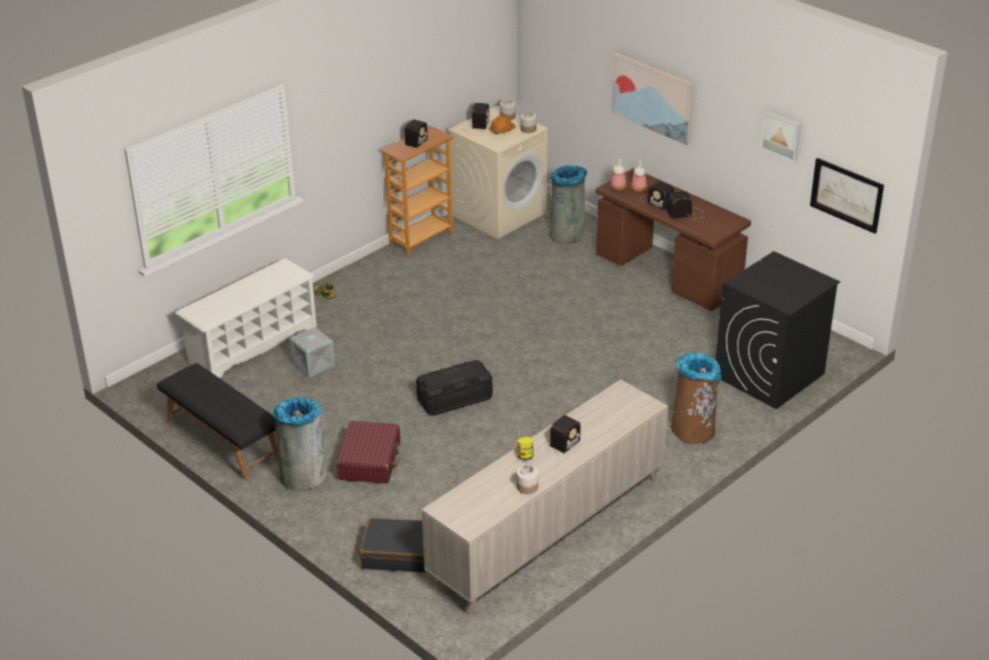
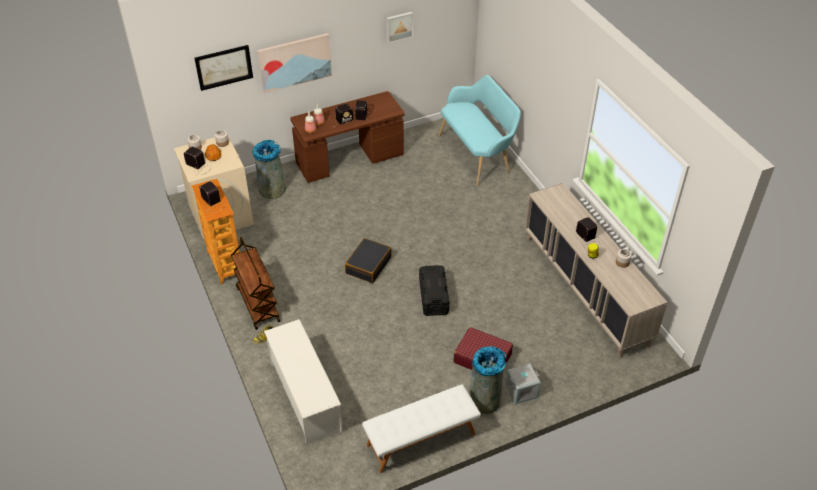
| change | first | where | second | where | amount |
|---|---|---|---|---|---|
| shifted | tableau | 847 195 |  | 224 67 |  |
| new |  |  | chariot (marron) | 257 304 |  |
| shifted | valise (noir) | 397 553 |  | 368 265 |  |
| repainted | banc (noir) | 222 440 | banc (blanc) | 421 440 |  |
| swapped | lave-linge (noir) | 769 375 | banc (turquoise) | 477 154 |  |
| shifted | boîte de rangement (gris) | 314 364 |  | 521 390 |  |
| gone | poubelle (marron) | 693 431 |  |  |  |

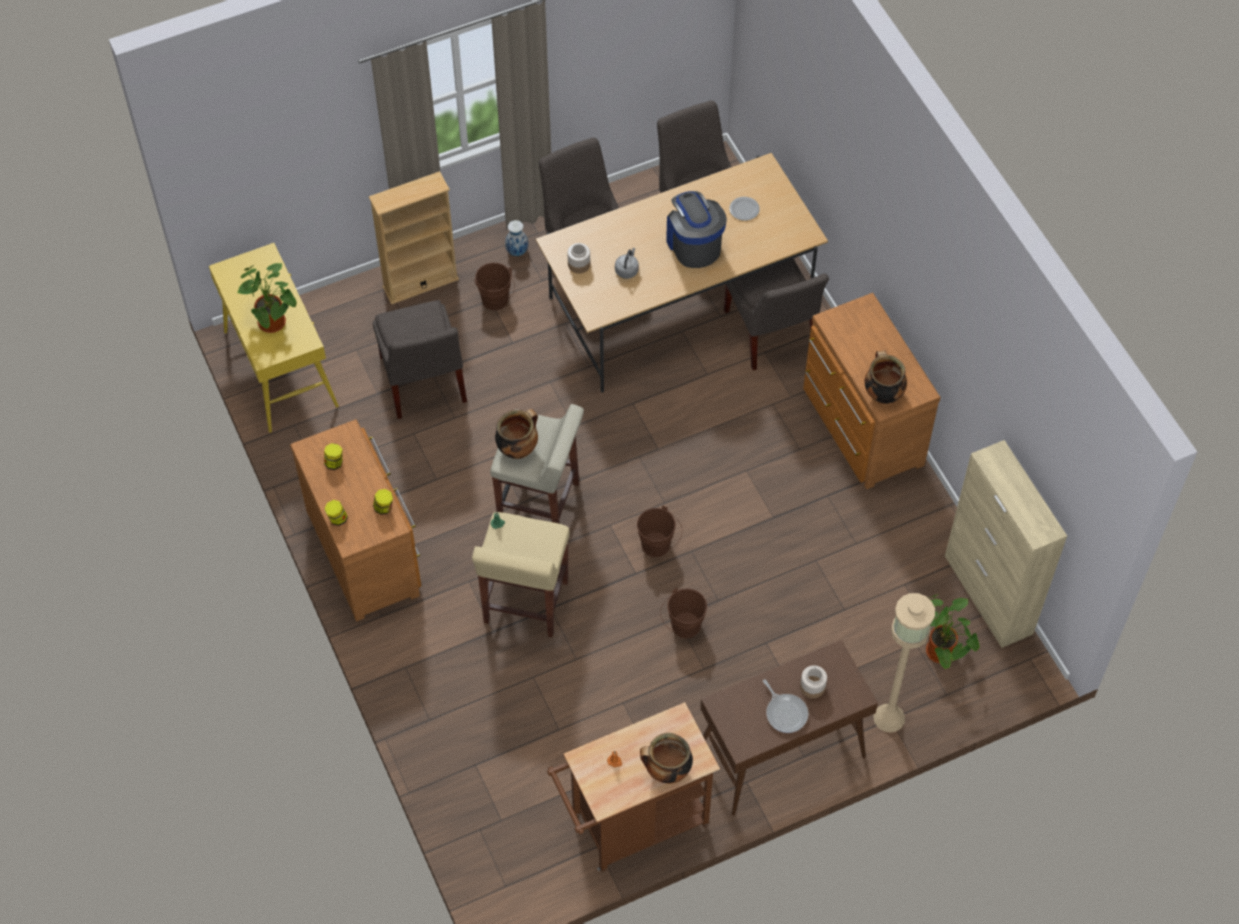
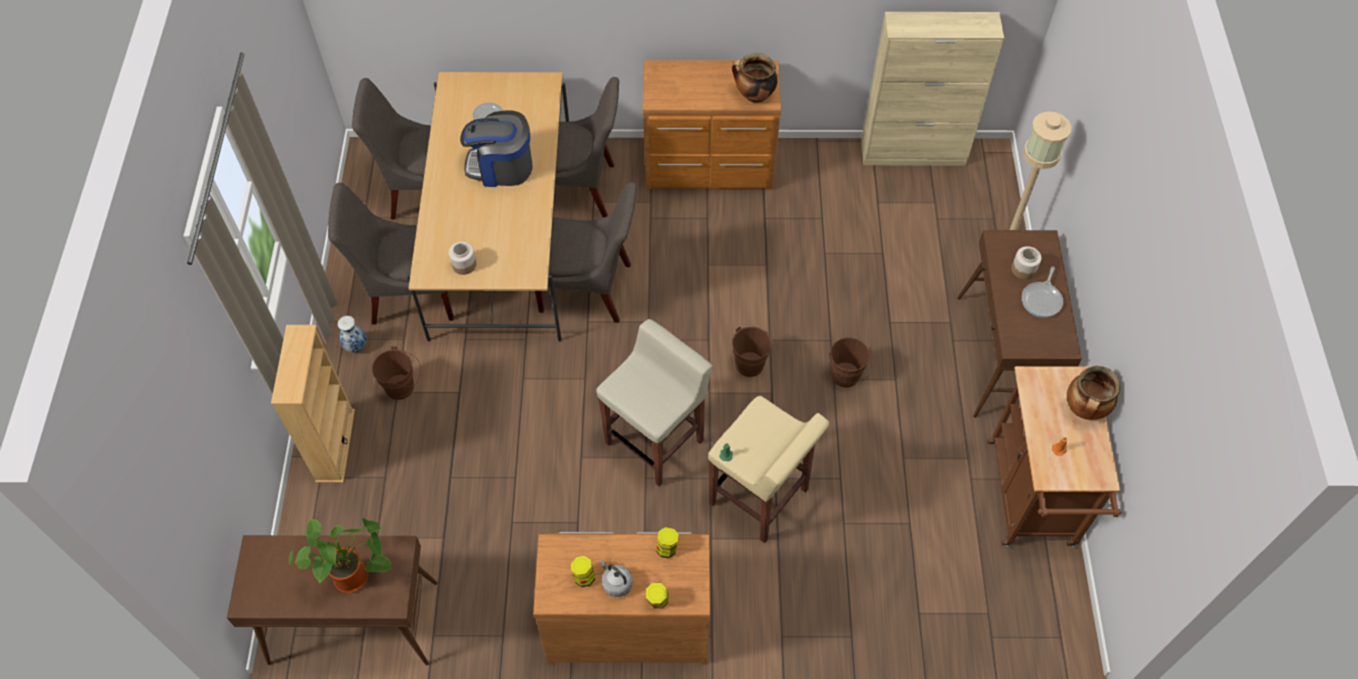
| change | first | where | second | where | amount |
|---|---|---|---|---|---|
| repainted | table console (jaune) | 280 368 | table console (marron) | 353 623 |  |
| shifted | chaise (gris) | 423 383 |  | 590 289 |  |
| shifted | bouilloire (gris) | 627 270 |  | 616 583 |  |
| rotated | poêle | 785 712 |  | 1042 300 | 120 degrees clockwise |
| gone | marmite | 518 448 |  |  |  |
| gone | plante en pot | 942 654 |  |  |  |

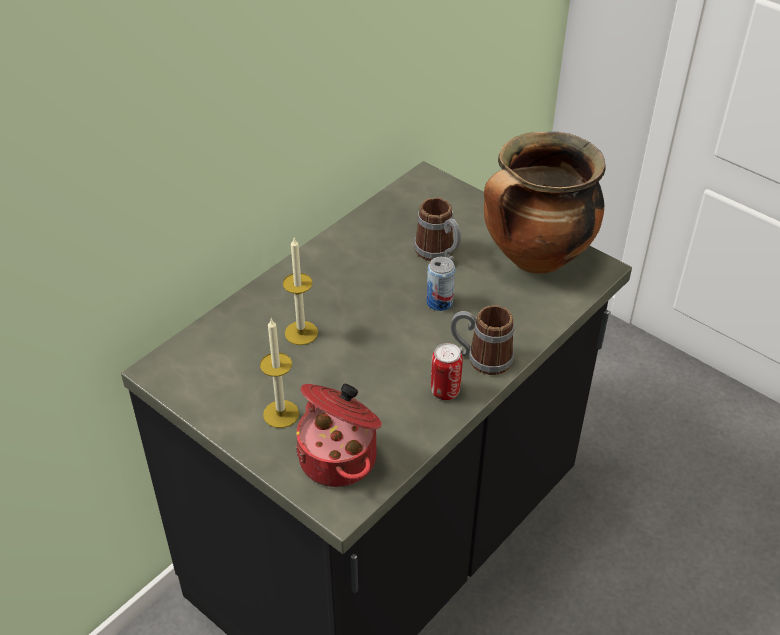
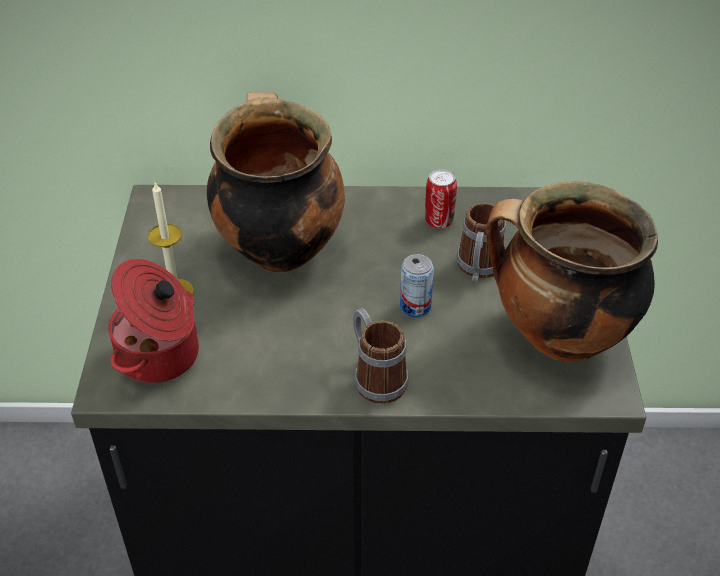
| change | first | where | second | where | amount |
|---|---|---|---|---|---|
| swapped | bougie | 301 333 | marmite | 278 247 |  |
| shifted | boîte métallique | 445 391 |  | 439 221 |  |

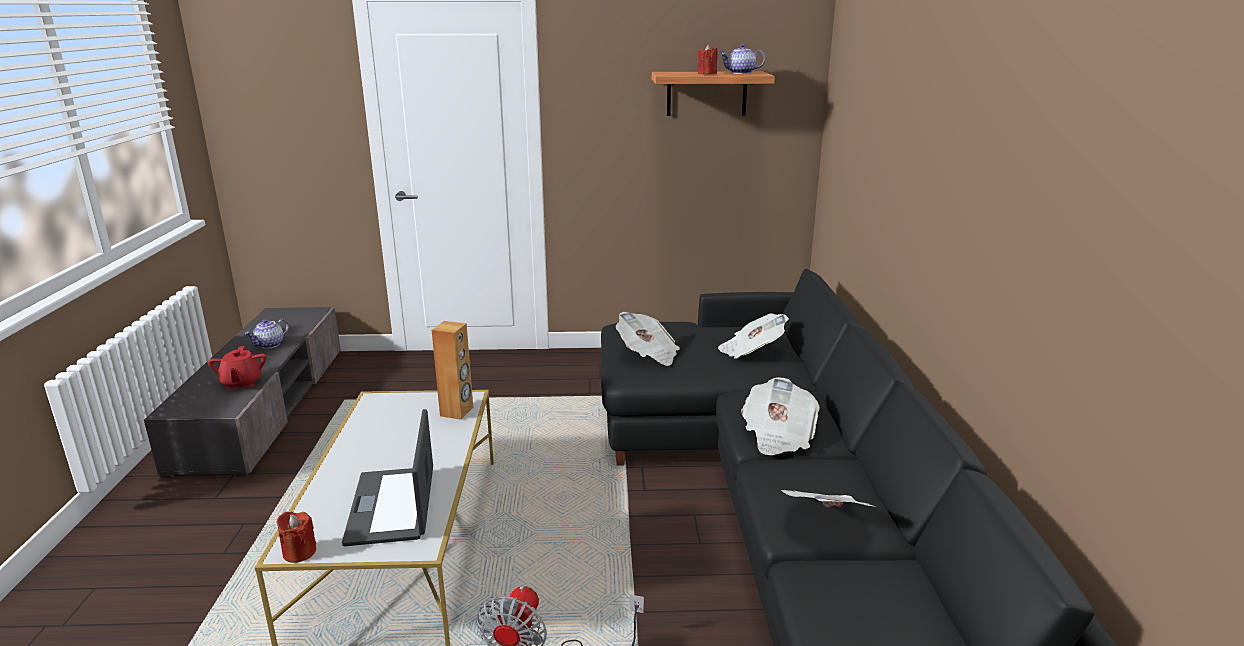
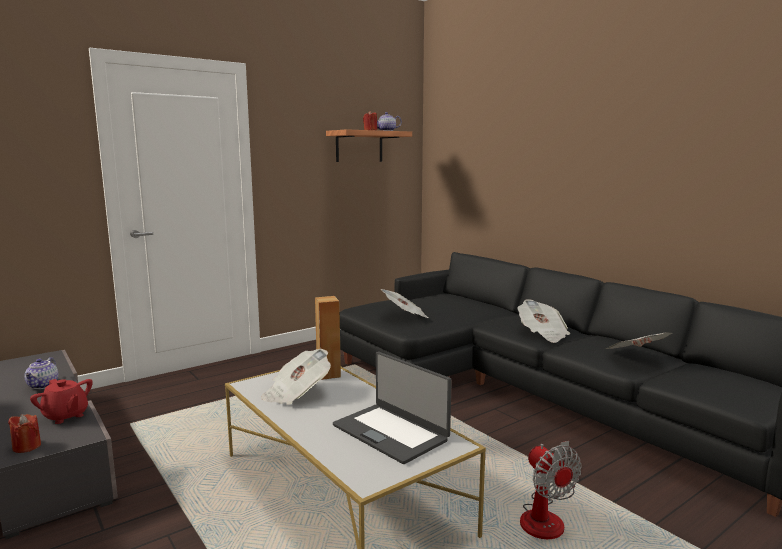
| change | first | where | second | where | amount |
|---|---|---|---|---|---|
| shifted | bougie (rouge) | 299 552 |  | 27 446 |  |
| shifted | journal | 751 351 |  | 296 394 |  |

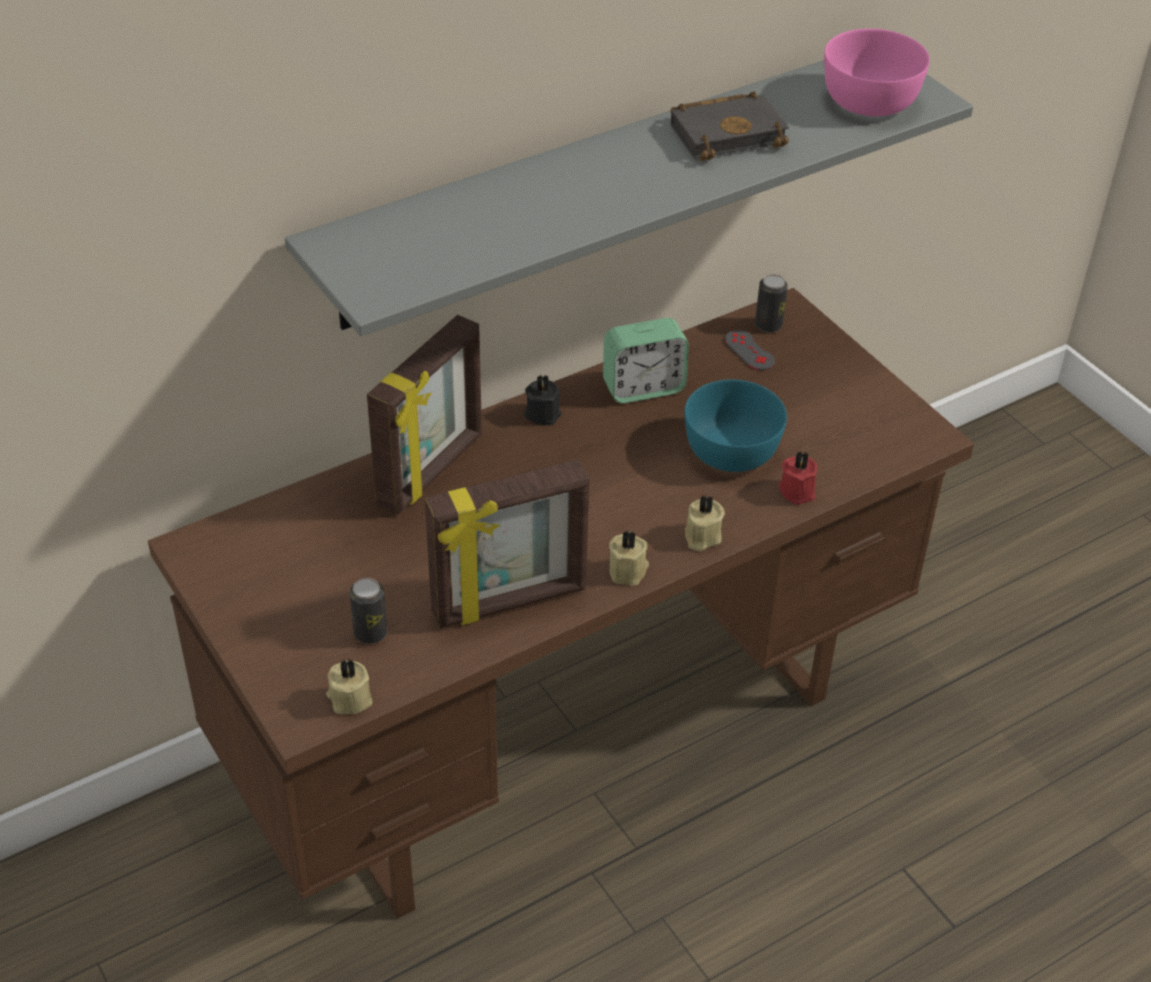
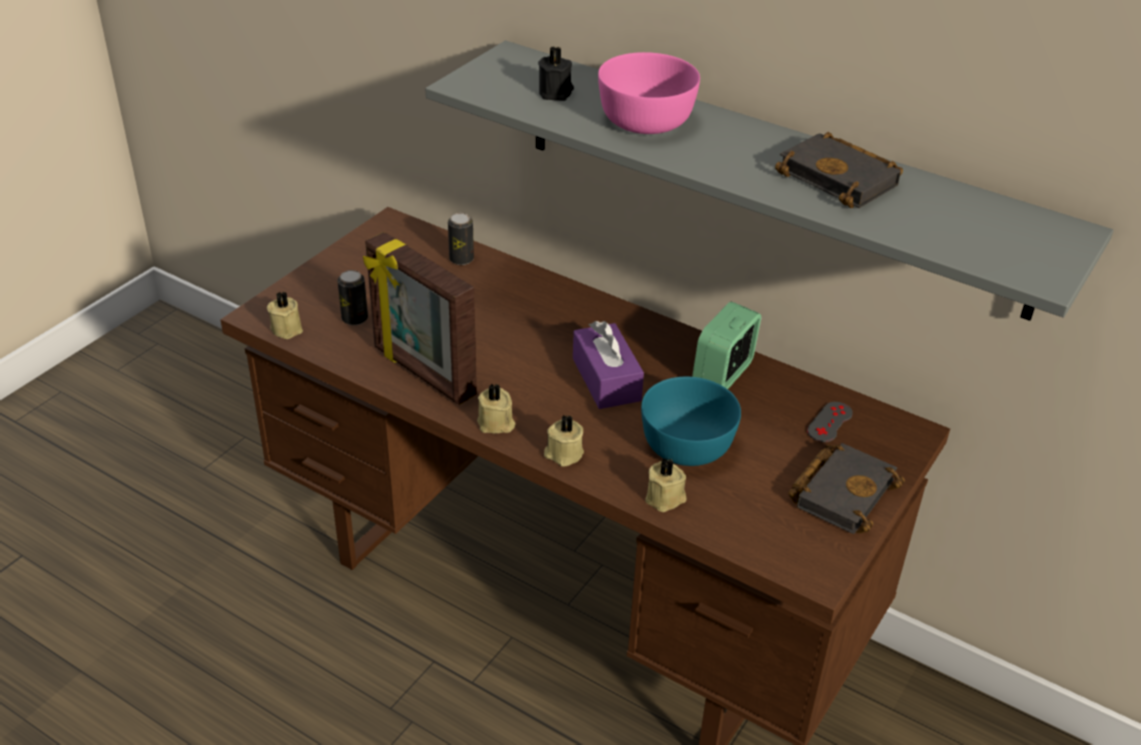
| change | first | where | second | where | amount |
|---|---|---|---|---|---|
| shifted | boîte métallique | 768 325 |  | 461 259 |  |
| shifted | bougie (noir) | 542 413 |  | 556 92 |  |
| new |  |  | boîte à mouchoirs (violet) | 606 379 |  |
| shifted | bol (rose) | 868 100 |  | 644 119 |  |
| repainted | bougie (rouge) | 798 490 | bougie (beige) | 666 498 |  |
| rotated | réveil | 643 388 |  | 723 374 | 75 degrees clockwise |
| new |  |  | livre (noir) | 842 491 |  |
| gone | cadre photo | 432 471 |  |  |  |

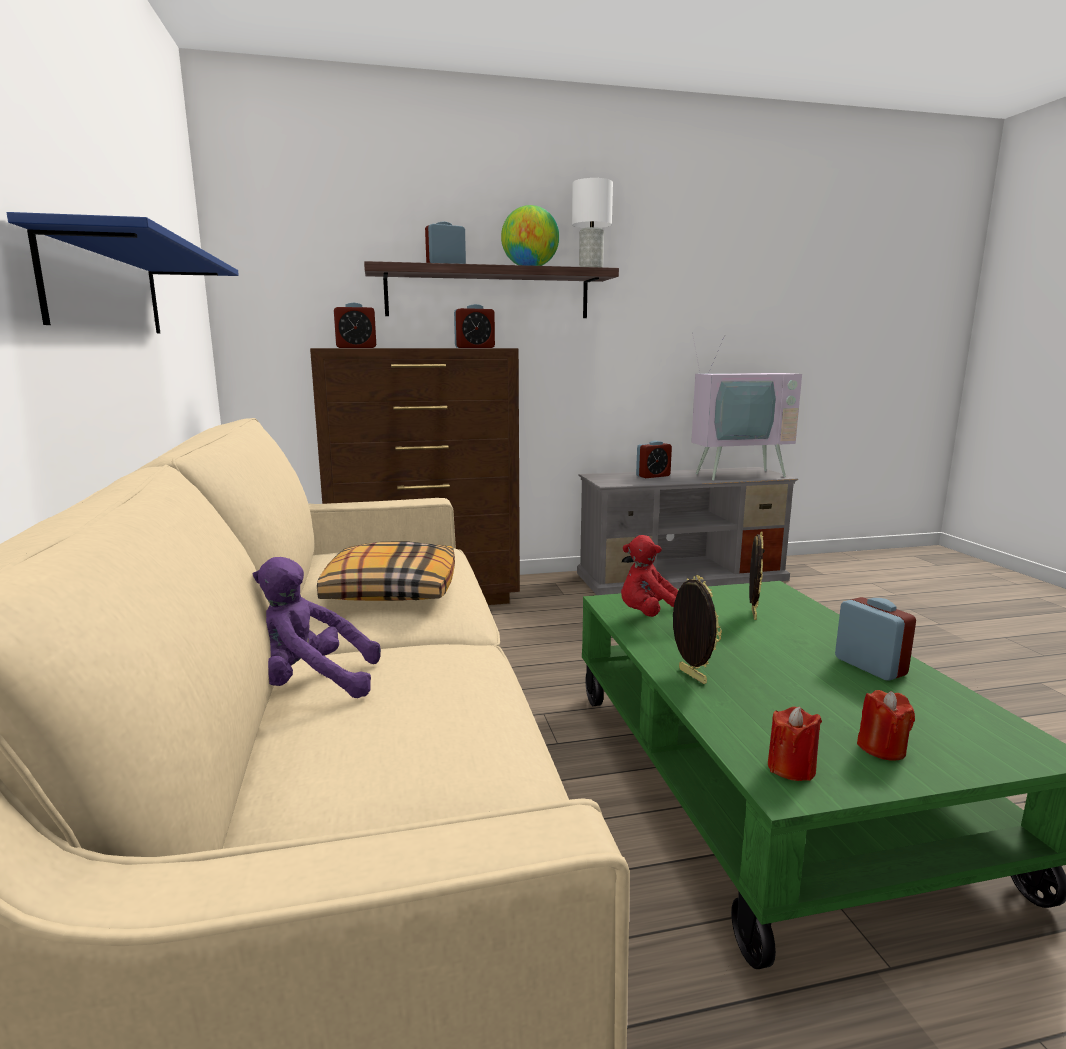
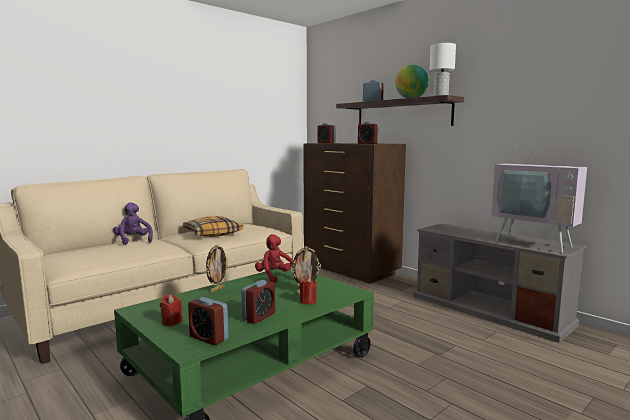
| change | first | where | second | where | amount |
|---|---|---|---|---|---|
| shifted | réveil | 653 476 |  | 209 338 |  |
| shifted | bougie (rouge) | 791 768 |  | 308 301 |  |
| gone | étagère (bleu) | 106 289 |  |  |  |

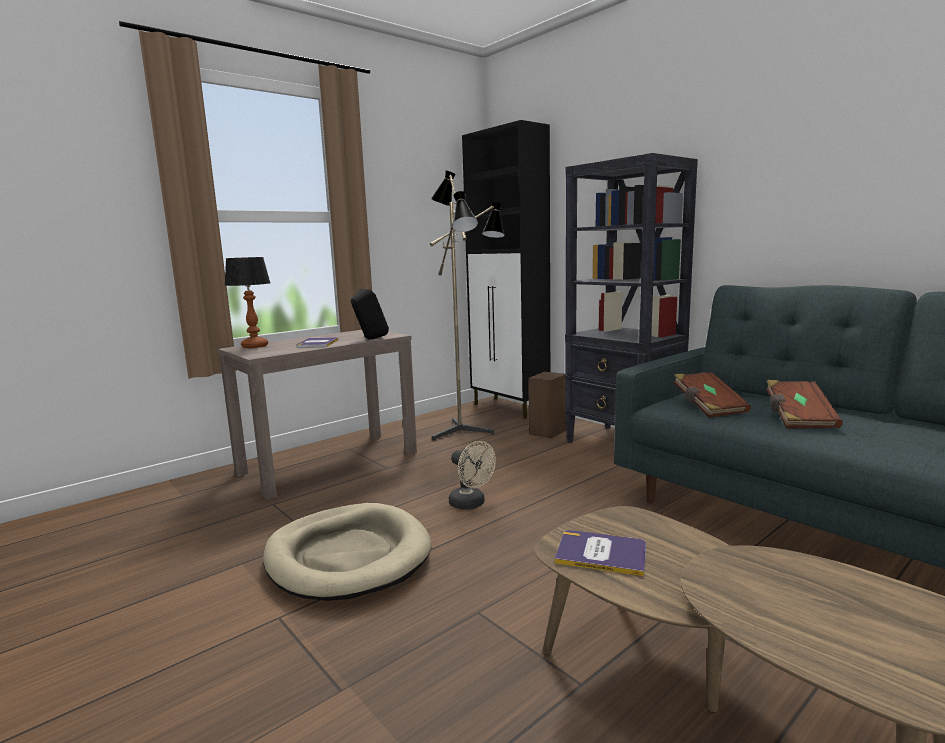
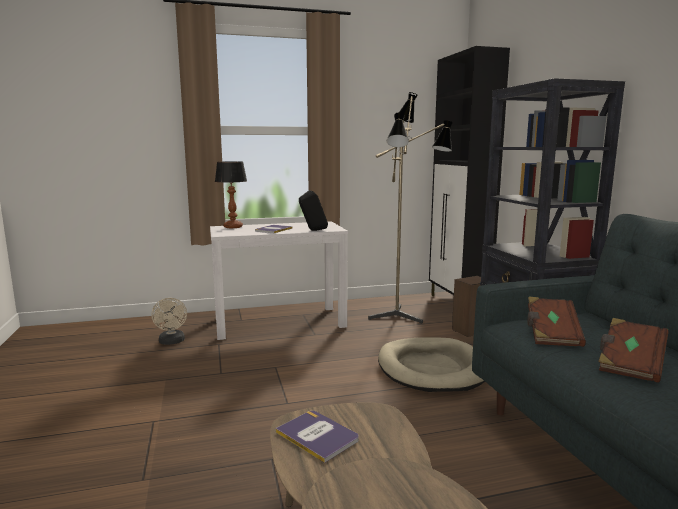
| change | first | where | second | where | amount |
|---|---|---|---|---|---|
| shifted | ventilateur (beige) | 471 504 |  | 172 342 |  |
| repainted | table console (marron) | 329 463 | table console (blanc) | 280 322 |  |
| shifted | panier pour chien (beige) | 348 556 |  | 431 368 |  |

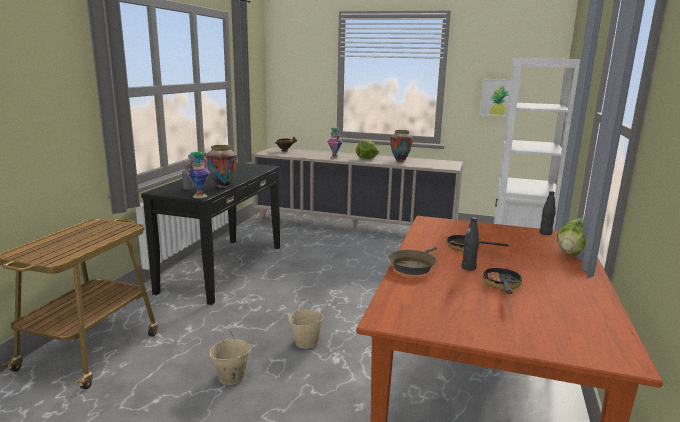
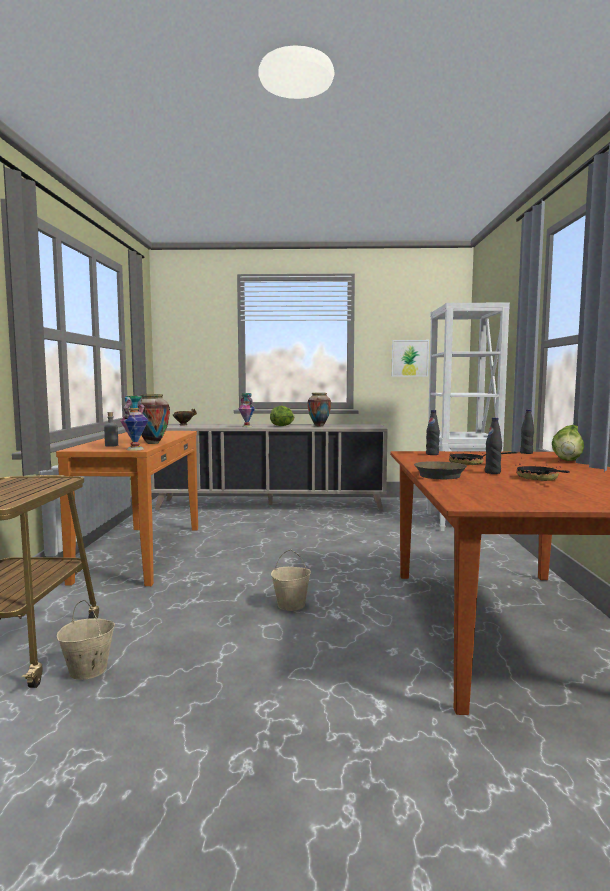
| change | first | where | second | where | amount |
|---|---|---|---|---|---|
| repainted | table console (noir) | 223 268 | table console (orange) | 141 552 |  |
| shifted | seau (beige) | 231 377 |  | 87 671 |  |
| new |  |  | bouteille (noir) | 432 454 |  |

